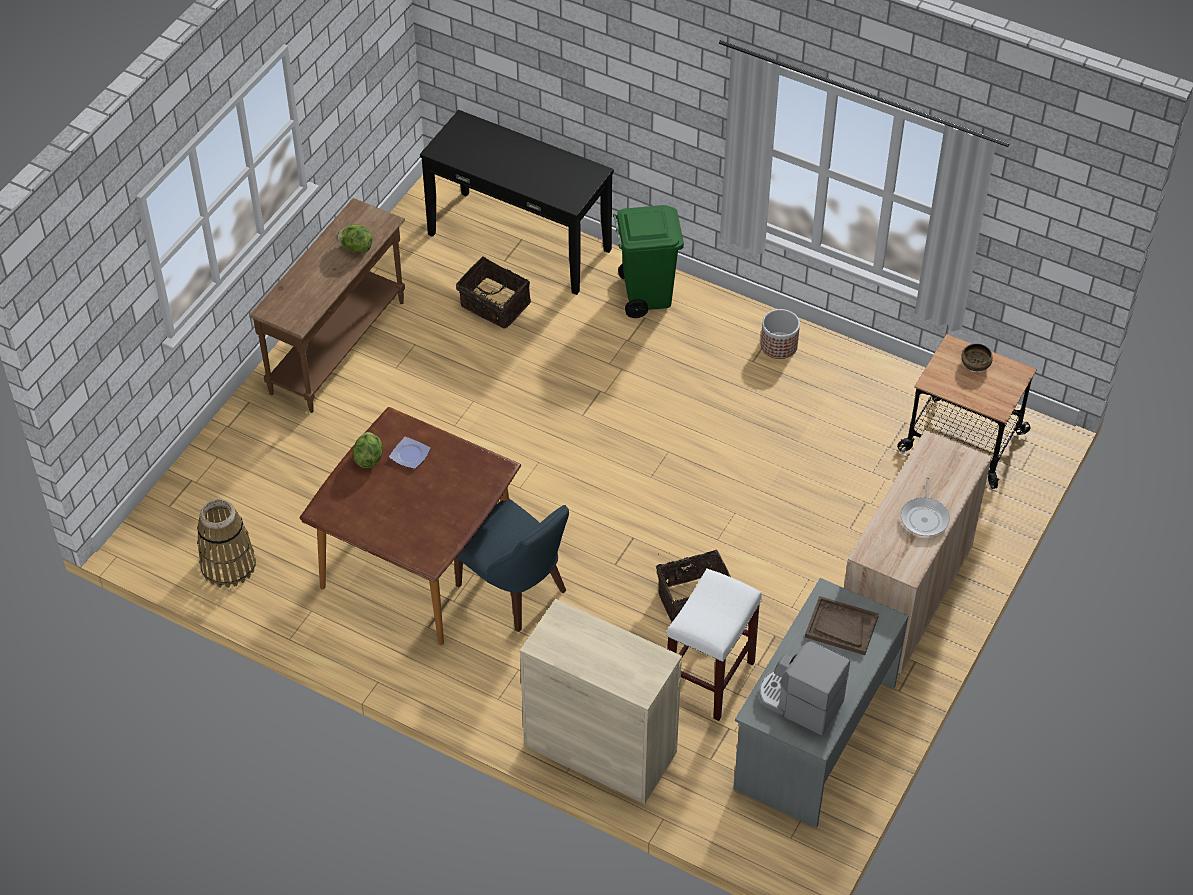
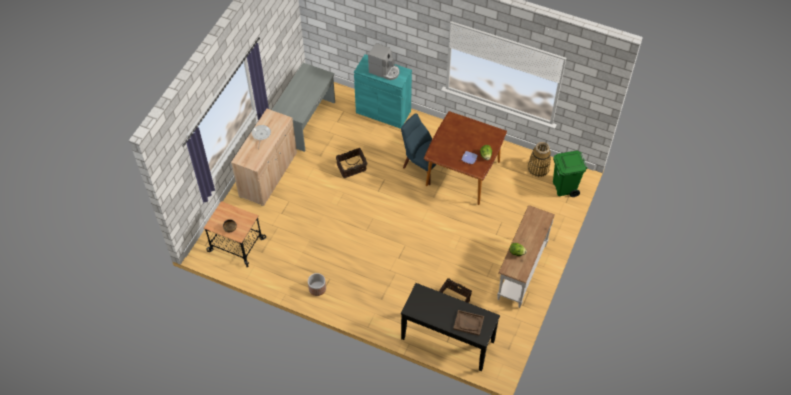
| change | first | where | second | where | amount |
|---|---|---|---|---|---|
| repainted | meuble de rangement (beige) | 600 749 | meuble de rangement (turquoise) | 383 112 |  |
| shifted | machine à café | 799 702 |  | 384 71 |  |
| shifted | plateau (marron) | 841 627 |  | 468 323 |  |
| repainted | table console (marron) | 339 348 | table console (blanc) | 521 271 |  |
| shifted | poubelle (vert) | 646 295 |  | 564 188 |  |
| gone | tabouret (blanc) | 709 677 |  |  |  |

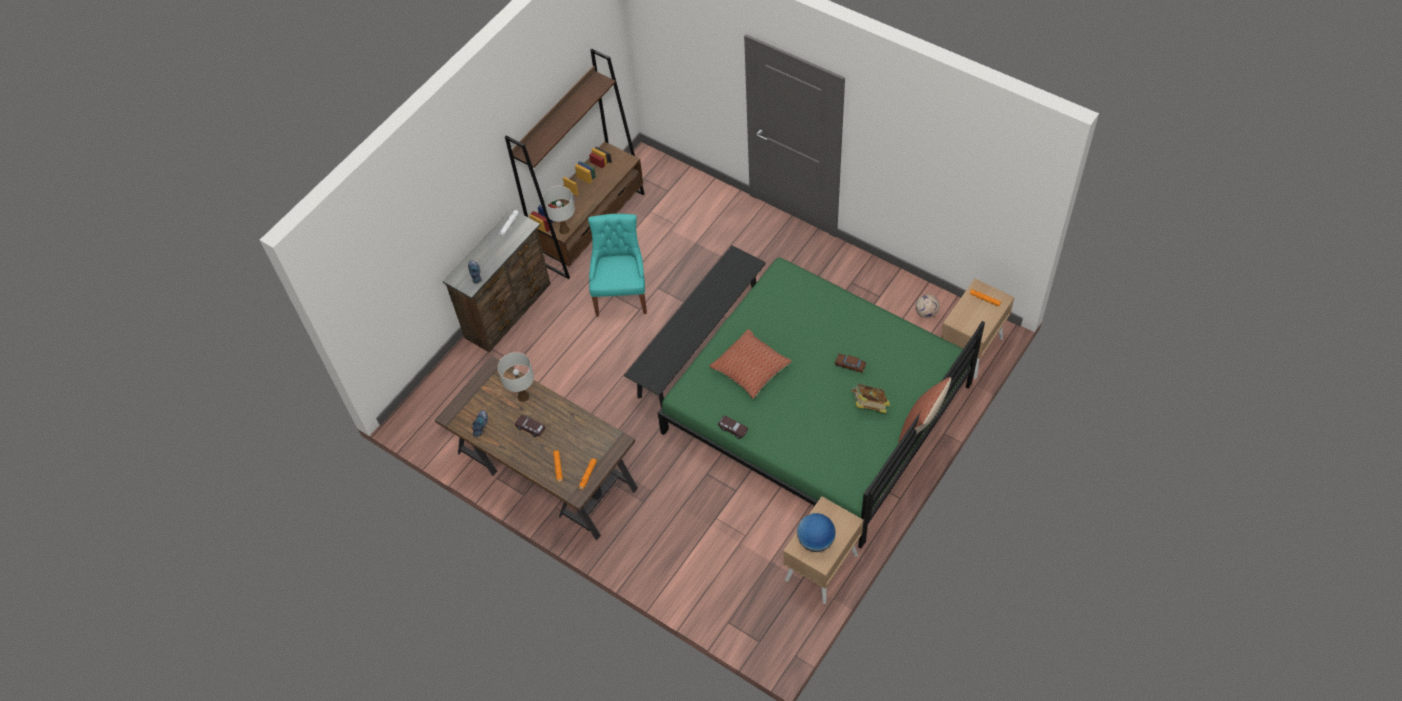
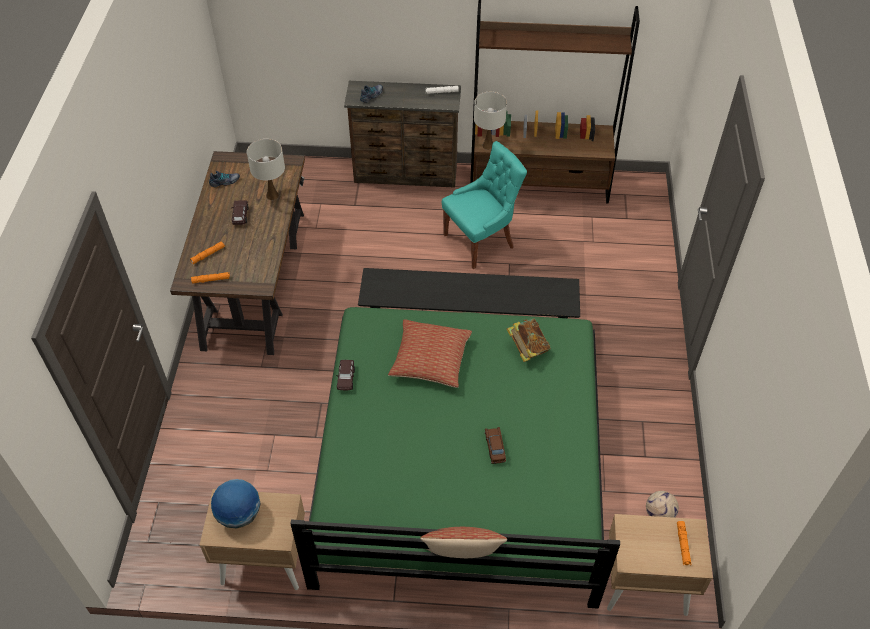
| change | first | where | second | where | amount |
|---|---|---|---|---|---|
| shifted | livre | 869 405 |  | 527 348 |  |

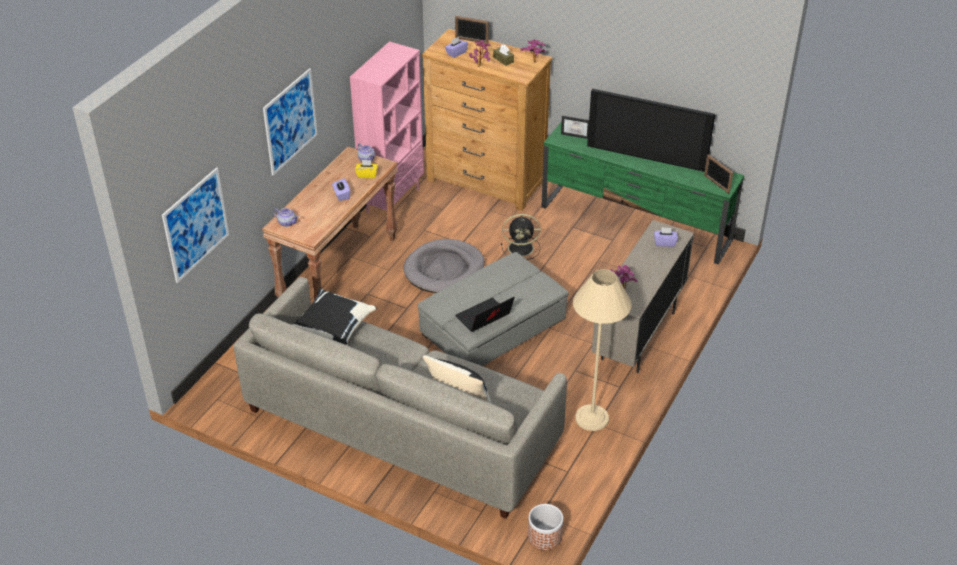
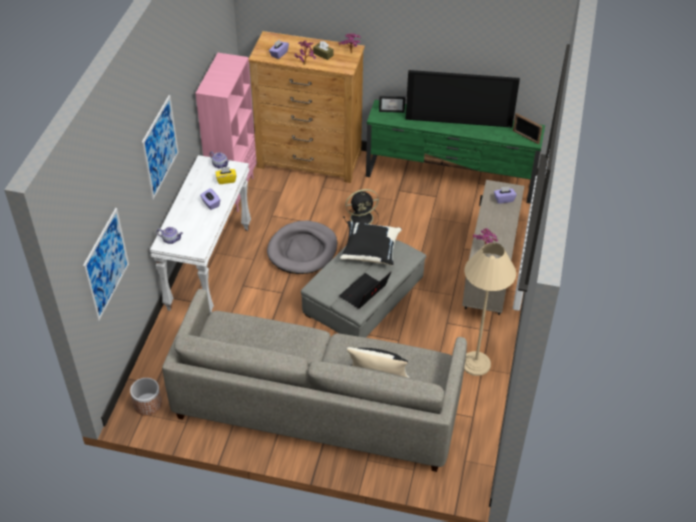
| change | first | where | second | where | amount |
|---|---|---|---|---|---|
| shifted | cache-pot | 544 537 |  | 147 404 |  |
| repainted | table console (marron) | 338 270 | table console (blanc) | 208 267 |  |
| shifted | coussin (noir) | 333 327 |  | 370 251 |  |
| gone | cadre photo | 471 40 |  |  |  |

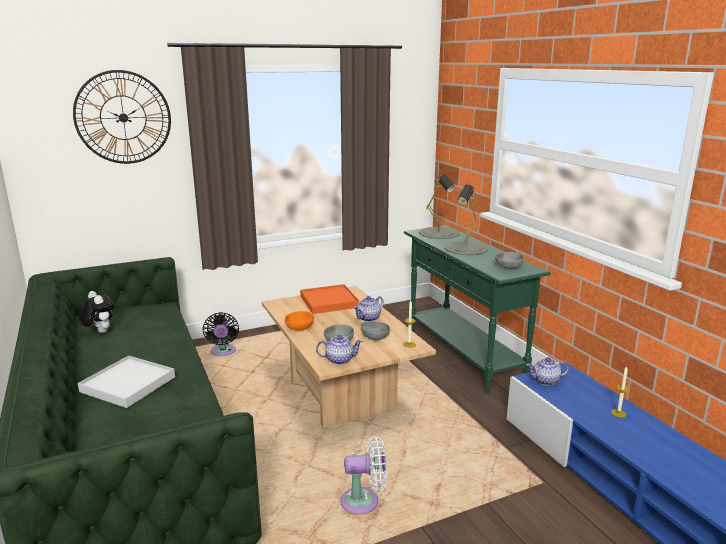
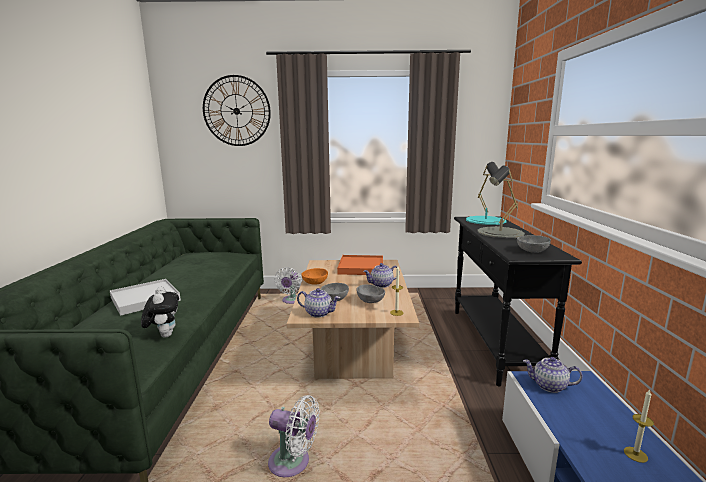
| change | first | where | second | where | amount |
|---|---|---|---|---|---|
| shifted | peluche | 99 332 |  | 164 335 |  |
| repainted | ventilateur (noir) | 223 352 | ventilateur (blanc) | 291 301 |  |
| repainted | table console (vert) | 463 355 | table console (noir) | 495 343 |  |
| repainted | lampe de table (gris) | 439 233 | lampe de table (turquoise) | 486 220 |  |

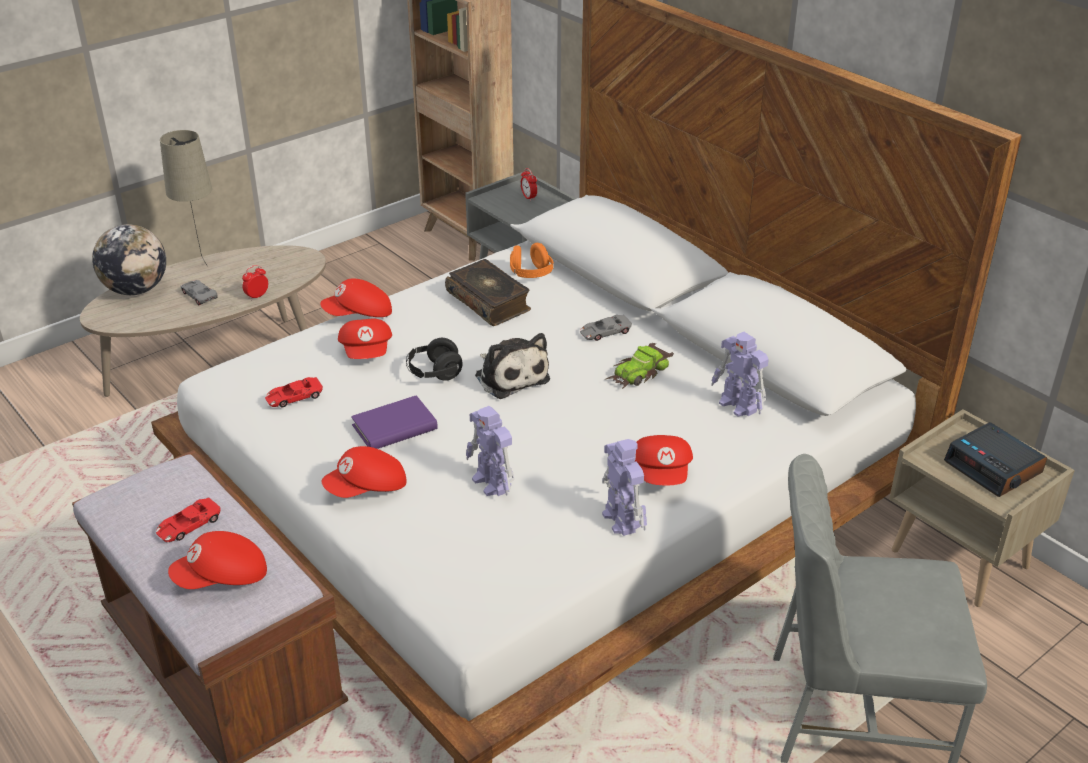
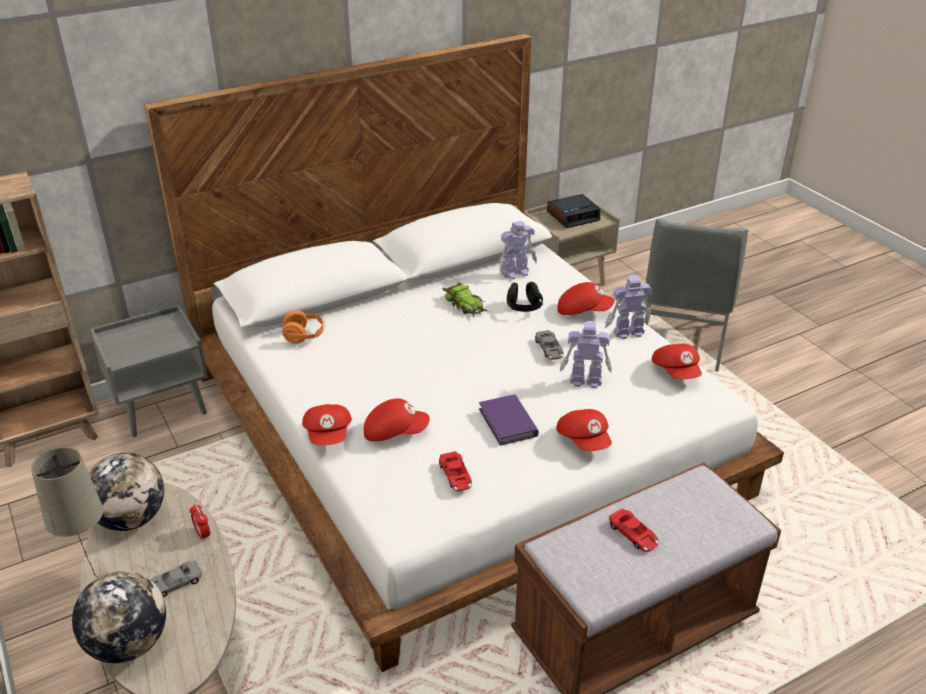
| change | first | where | second | where | amount |
|---|---|---|---|---|---|
| new |  |  | globe | 131 518 |  |
| shifted | casque audio (noir) | 434 373 |  | 524 308 |  |
| shifted | petite voiture (gris) | 605 332 |  | 549 349 |  |
| rotated | robot jouet | 492 483 |  | 584 380 | 150 degrees counterclockwise |
| shifted | casquette (rouge) | 223 578 |  | 676 372 |  |
| gone | livre | 489 301 |  |  |  |
| gone | peluche | 510 376 |  |  |  |
| gone | réveil | 529 197 |  |  |  |

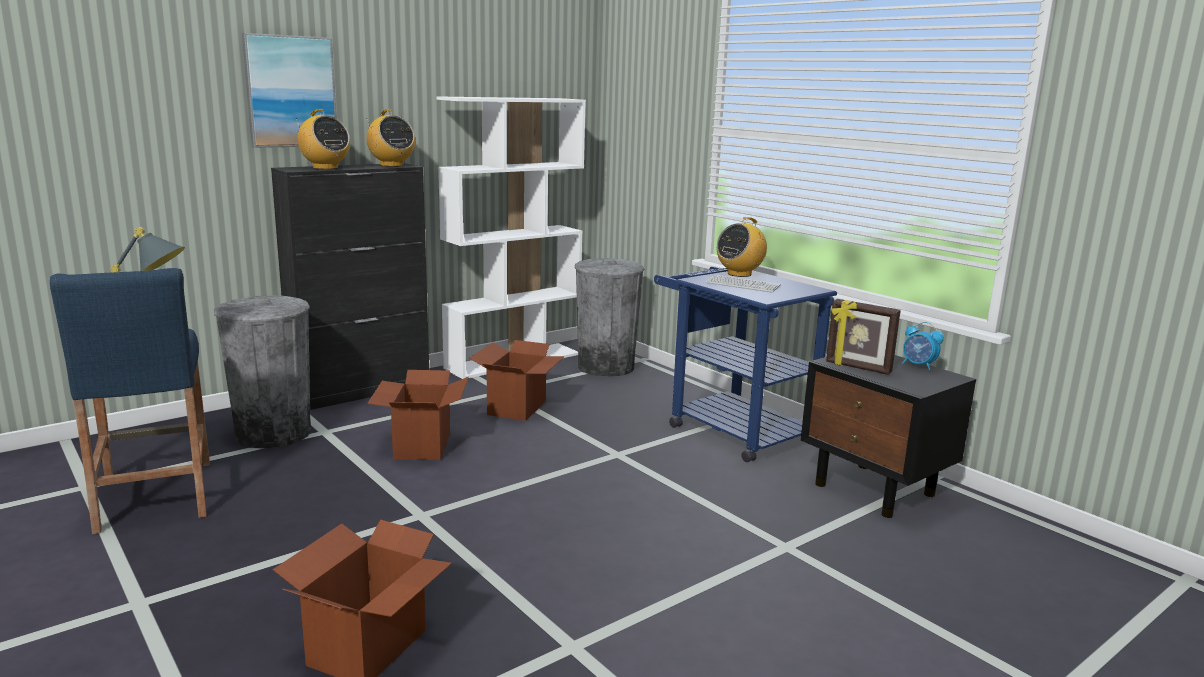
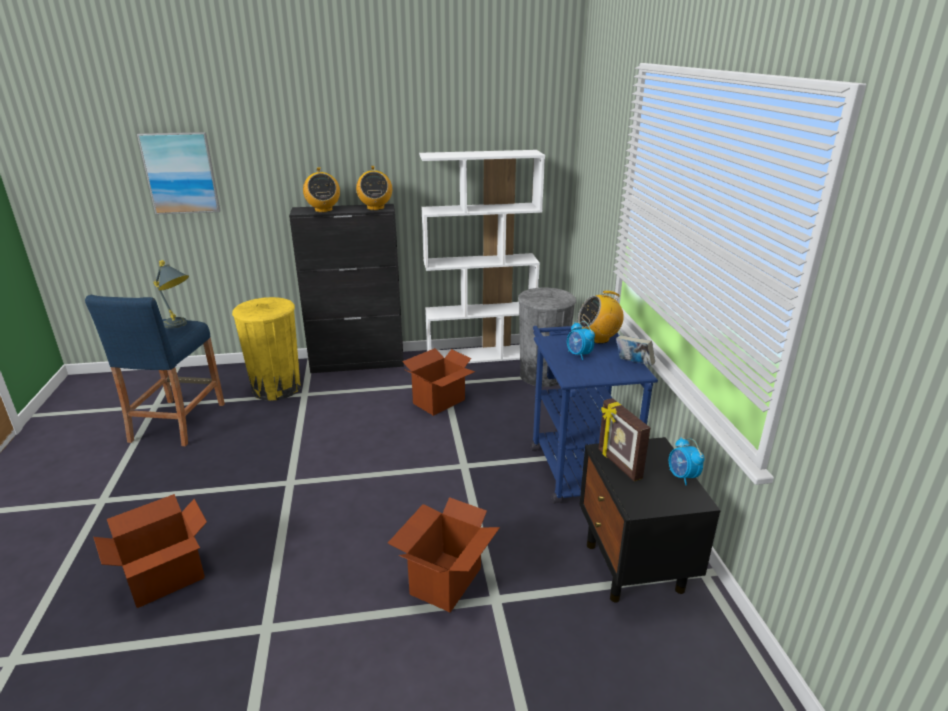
| change | first | where | second | where | amount |
|---|---|---|---|---|---|
| shifted | tableau | 291 91 |  | 181 173 |  |
| repainted | poubelle (gris) | 273 433 | poubelle (jaune) | 276 388 |  |
| shifted | carton | 421 446 |  | 445 581 |  |
| swapped | clavier | 742 285 | réveil | 579 355 |  |
| new |  |  | livre | 633 364 |  |

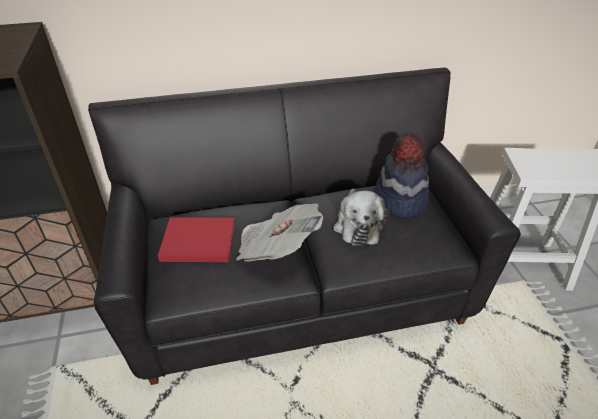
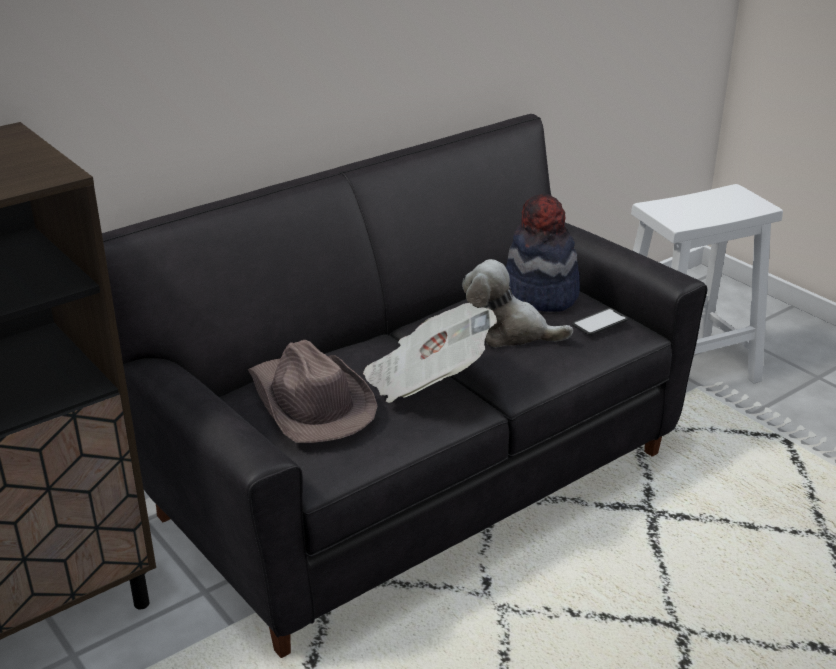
| change | first | where | second | where | amount |
|---|---|---|---|---|---|
| swapped | livre (rouge) | 196 241 | chapeau (marron) | 309 402 |  |
| rotated | peluche | 357 225 |  | 508 332 | 135 degrees clockwise |
| new |  |  | téléphone | 599 322 |  |

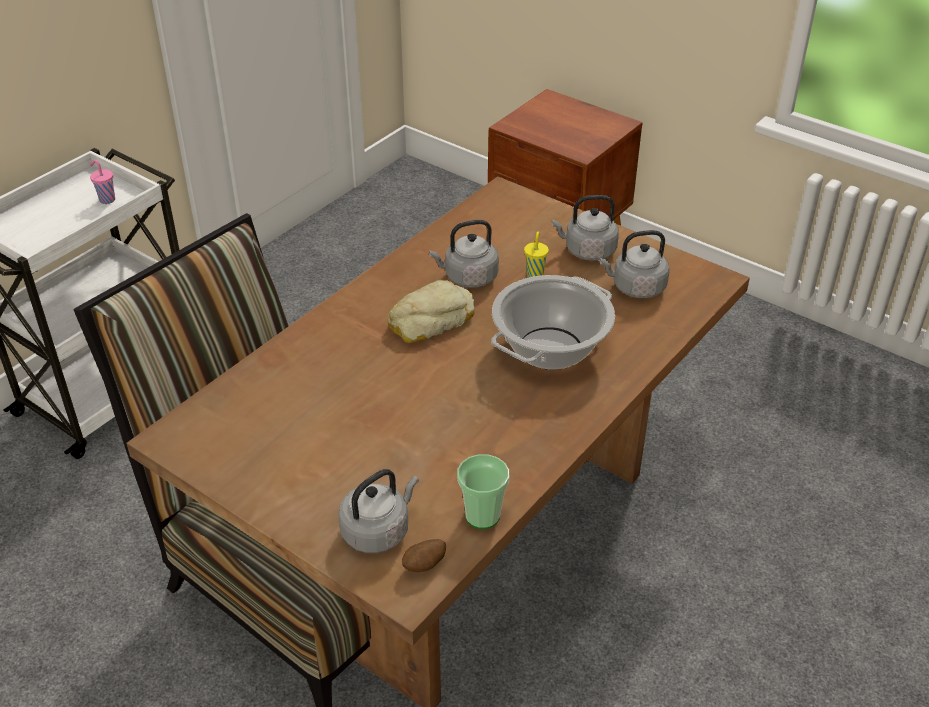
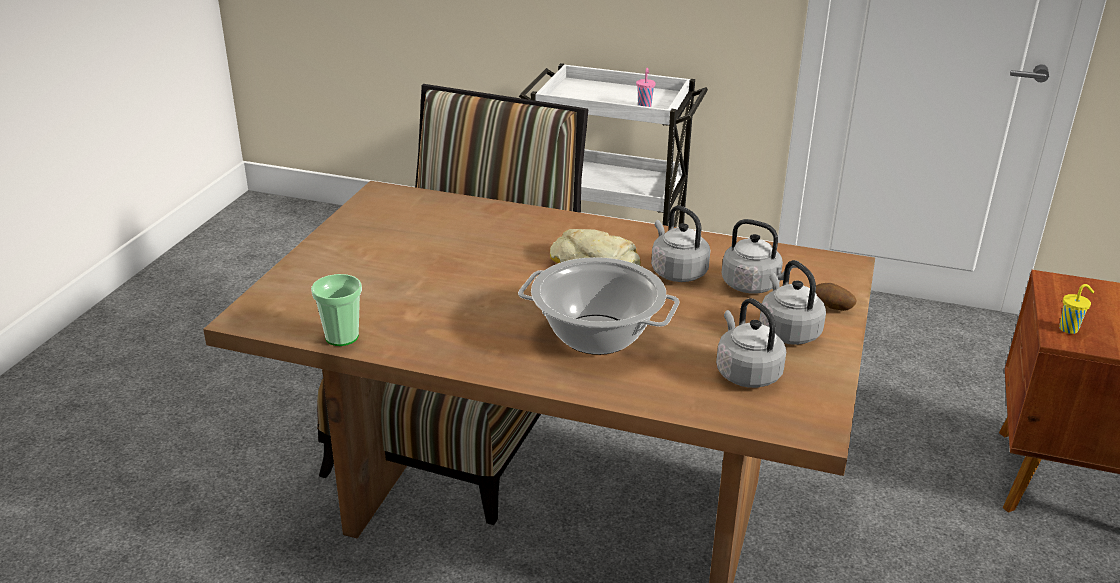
| change | first | where | second | where | amount |
|---|---|---|---|---|---|
| shifted | bouilloire (gris) | 378 531 |  | 753 285 |  |
| shifted | pomme de terre | 424 565 |  | 832 308 |  |
| shifted | tasse (jaune) | 535 274 |  | 1069 329 |  |

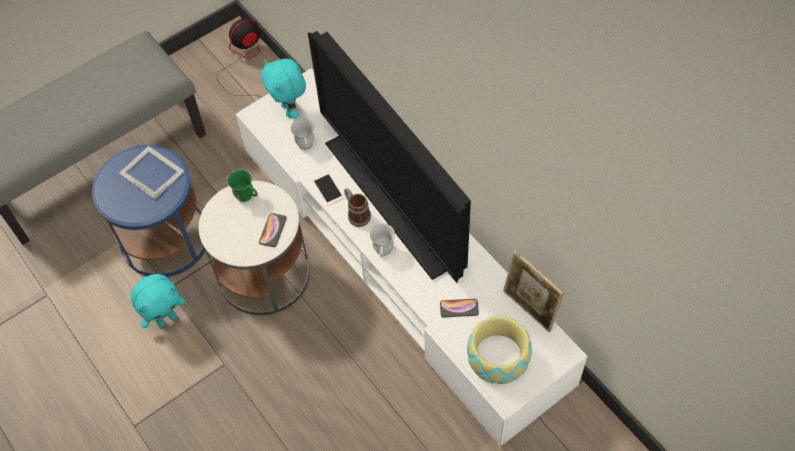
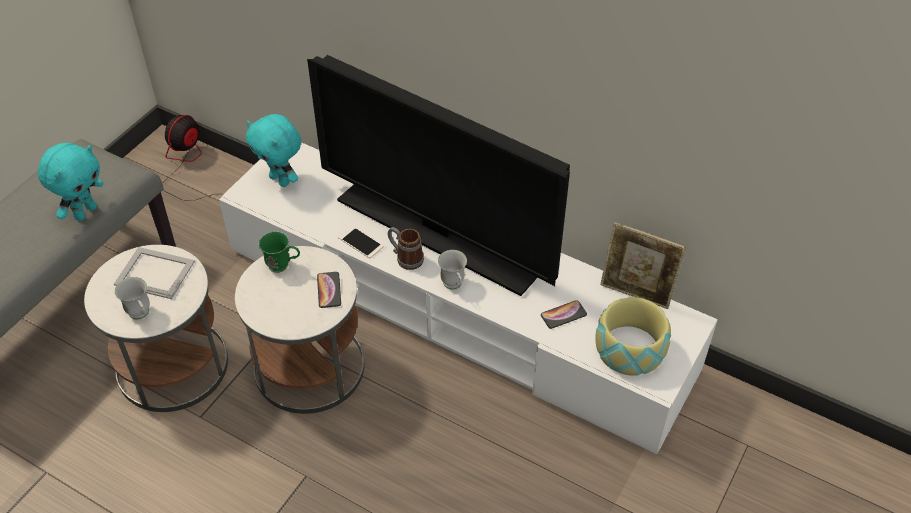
| change | first | where | second | where | amount |
|---|---|---|---|---|---|
| shifted | peluche (turquoise) | 166 319 |  | 85 212 |  |
| repainted | table d'appoint (bleu) | 165 238 | table d'appoint (blanc) | 172 365 |  |
| shifted | mug (blanc) | 306 147 |  | 141 315 |  |

